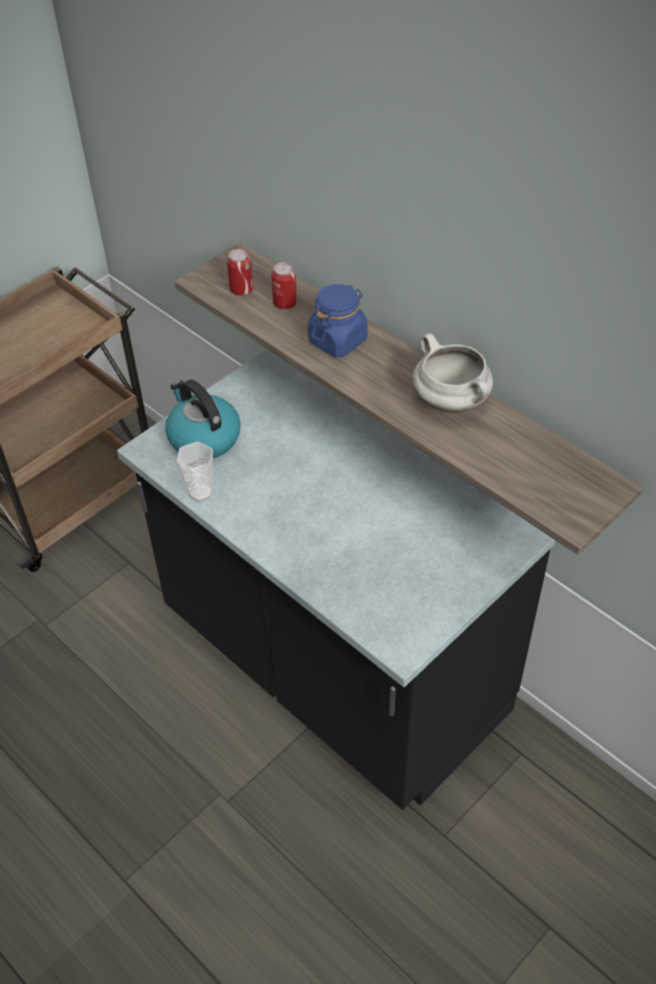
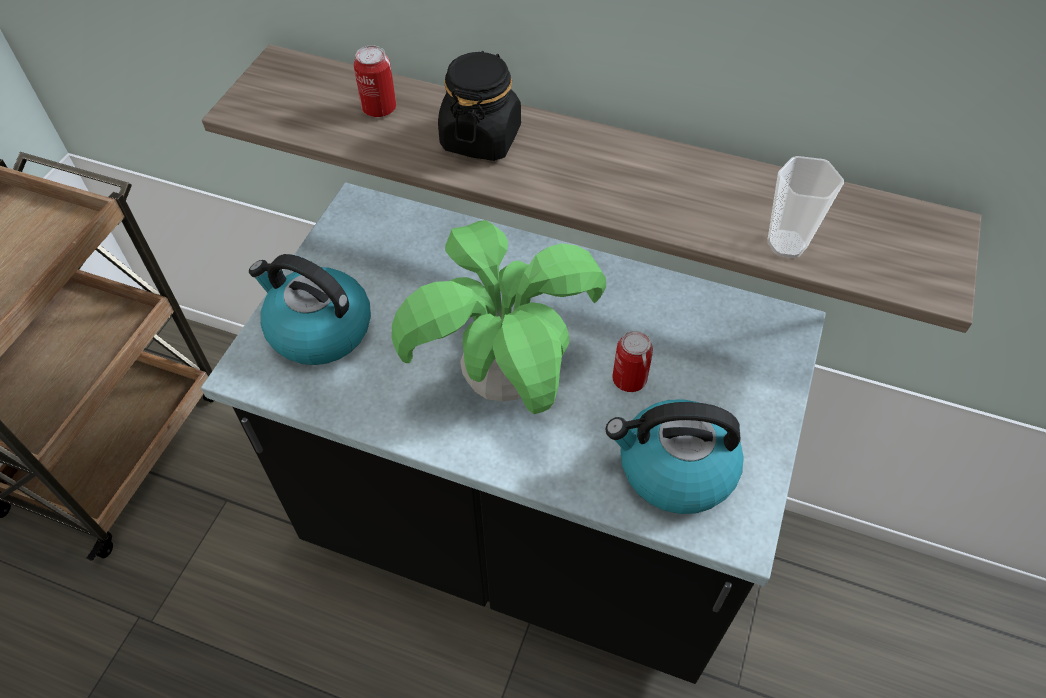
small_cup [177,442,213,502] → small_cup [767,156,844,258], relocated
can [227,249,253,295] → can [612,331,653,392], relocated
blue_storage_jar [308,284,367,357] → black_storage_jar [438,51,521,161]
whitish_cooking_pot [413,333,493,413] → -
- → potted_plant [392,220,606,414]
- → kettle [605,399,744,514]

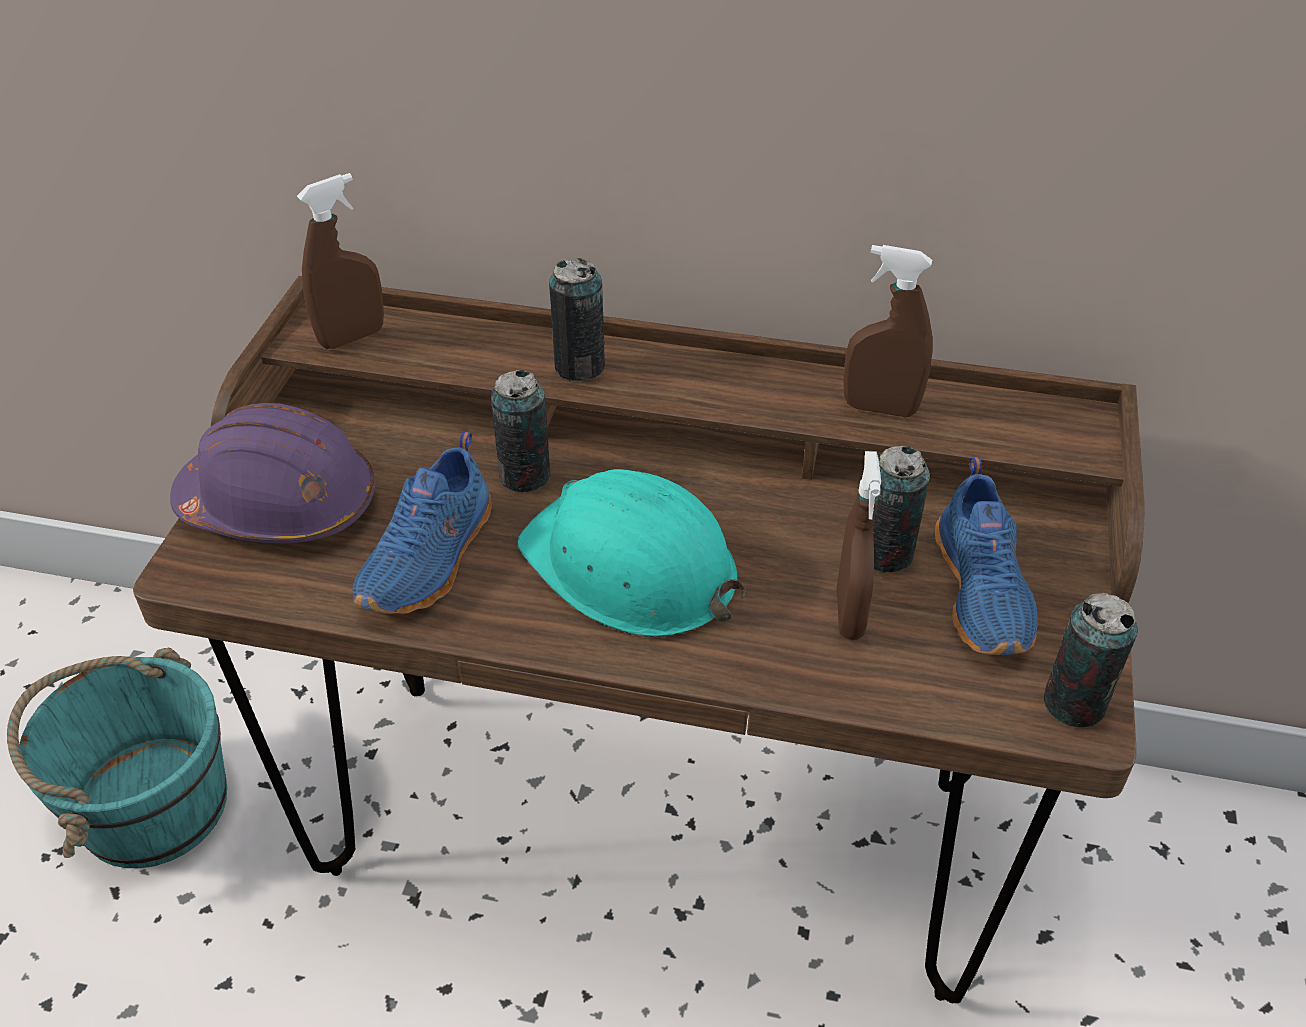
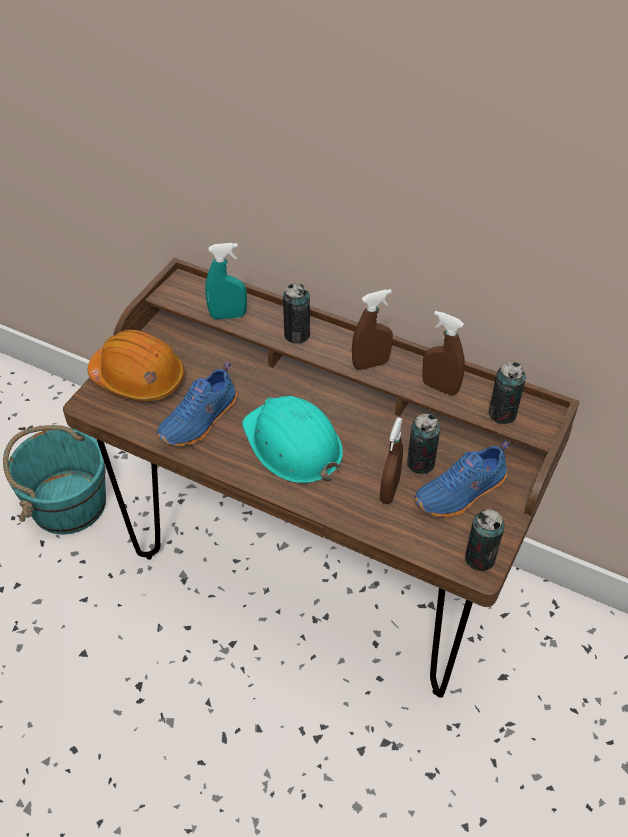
purple_safety_helmet [170,403,376,543] → orange-coloured_safety_helmet [88,330,185,401]
brown-coloured_hand_sprayer [297,173,384,349] → brown-coloured_hand_sprayer [352,289,393,370], relocated
can [491,370,550,492] → can [488,362,526,424], relocated
blue_low_shoe [935,457,1038,655] → blue_low_shoe [414,441,509,518], 45 degrees clockwise
- → turquoise-coloured_hand_sprayer [205,243,247,319]

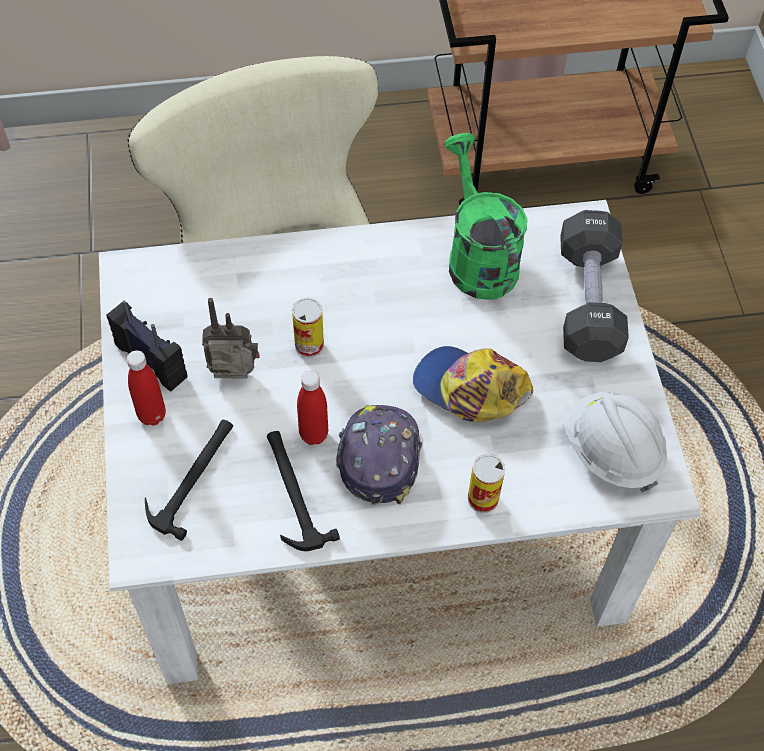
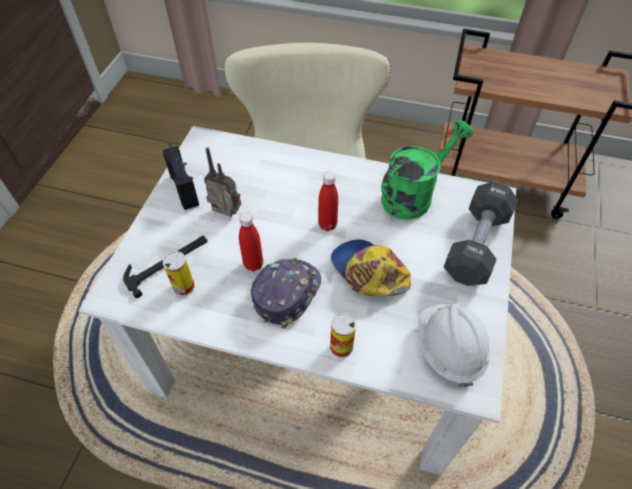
reddish_drink_bottle [127,350,166,426] → reddish_drink_bottle [318,172,338,231], relocated
tool_hammer [267,431,340,551] → -
can [292,297,324,358] → can [163,251,195,296], relocated
greenish_sprinkling_can [444,133,527,300] → greenish_sprinkling_can [381,120,473,220], 45 degrees clockwise

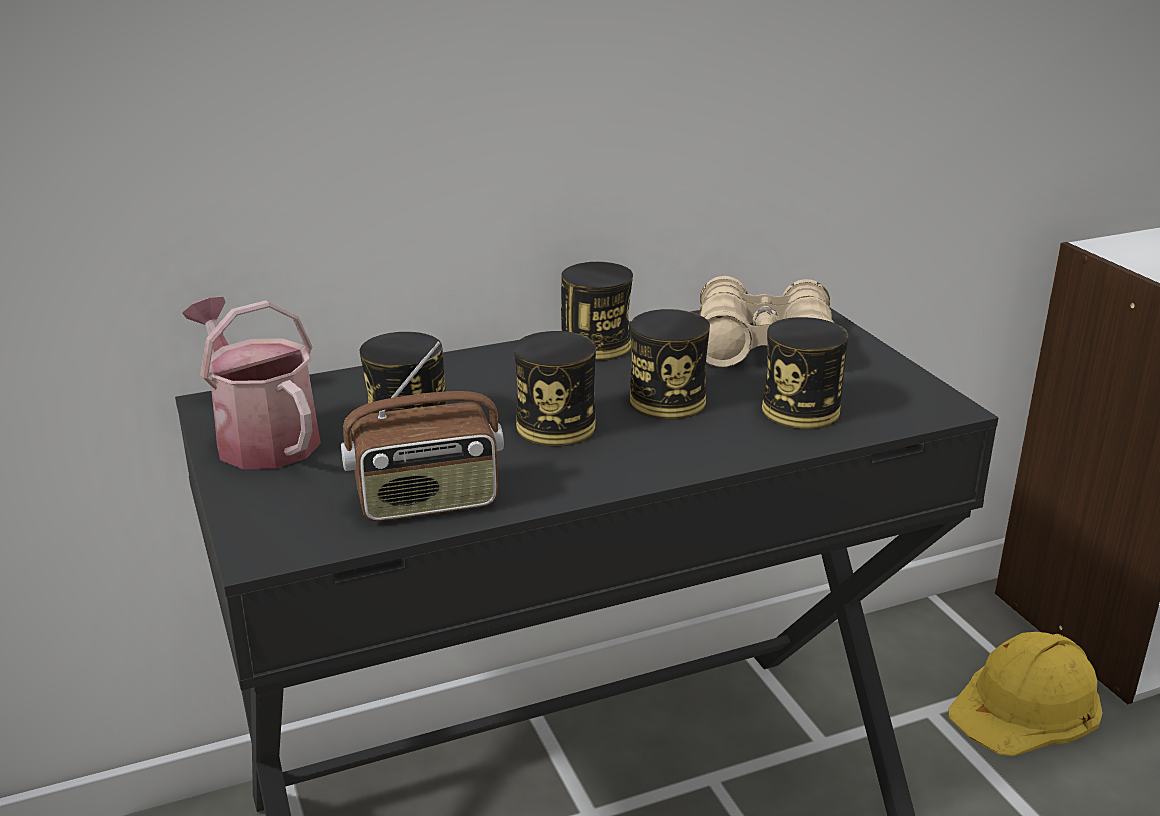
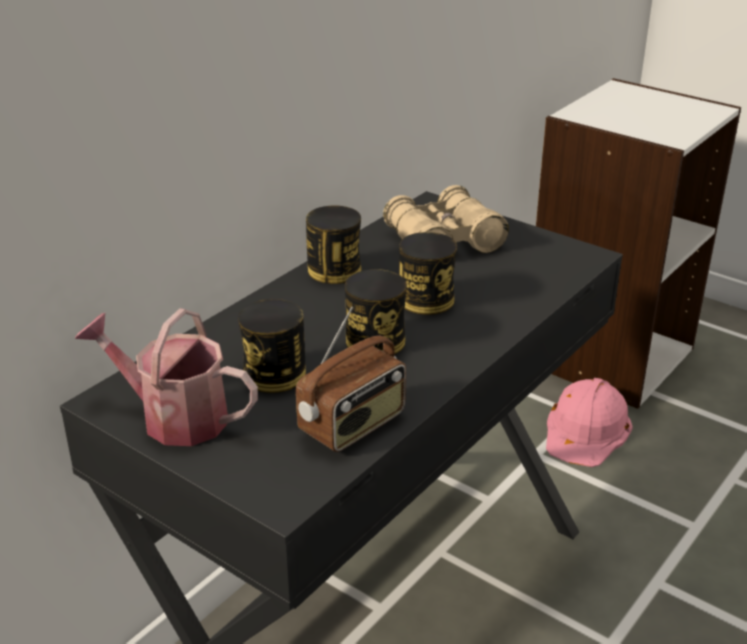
can [762,317,848,429] → -
yellow-coloured_safety_helmet [948,632,1102,756] → pinkish_safety_helmet [546,378,633,467]

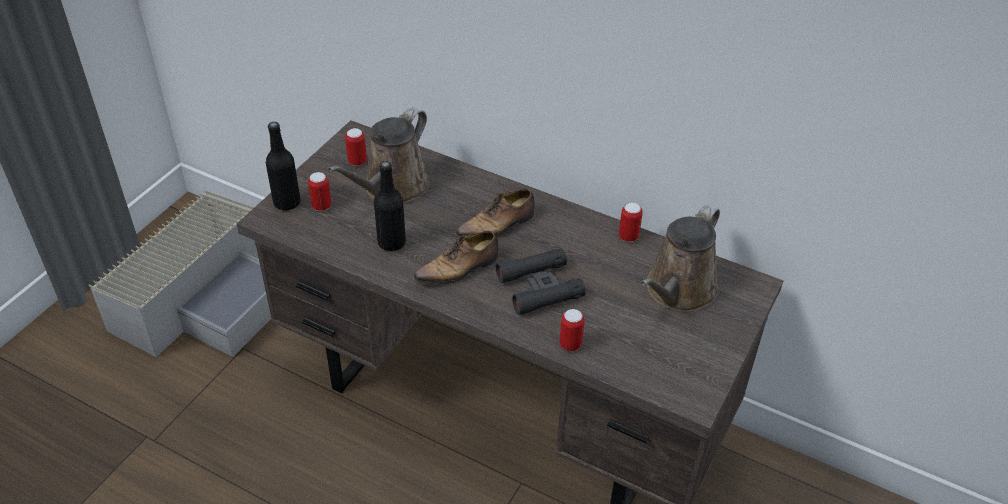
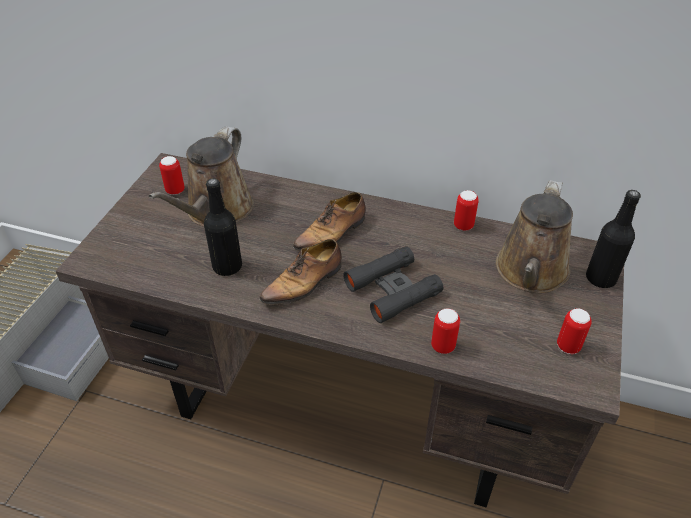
black_drink_bottle [266,122,301,211] → black_drink_bottle [586,190,641,288], relocated
can [308,172,331,211] → can [557,308,592,354], relocated

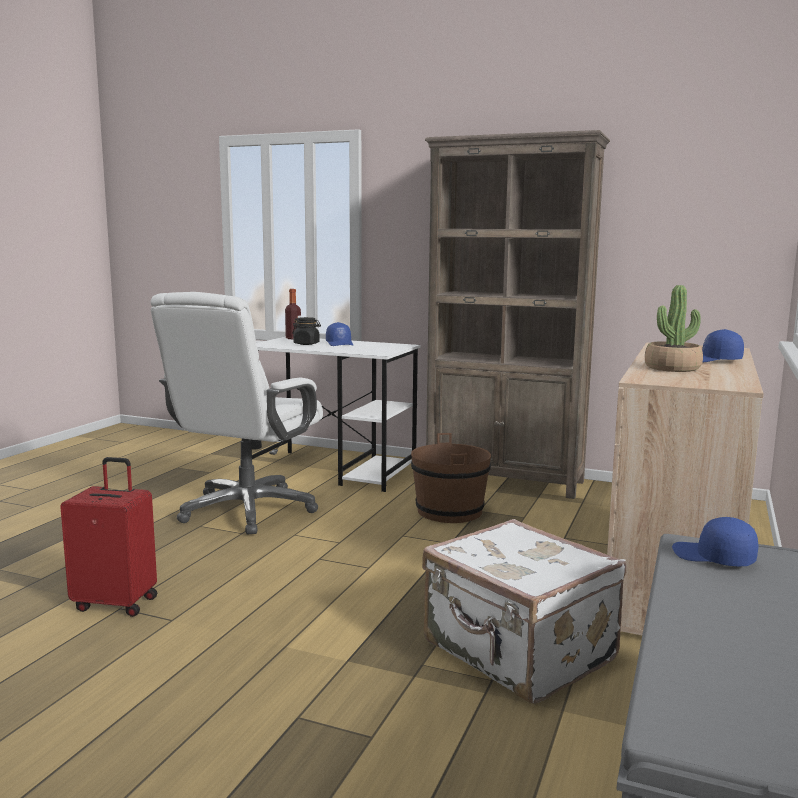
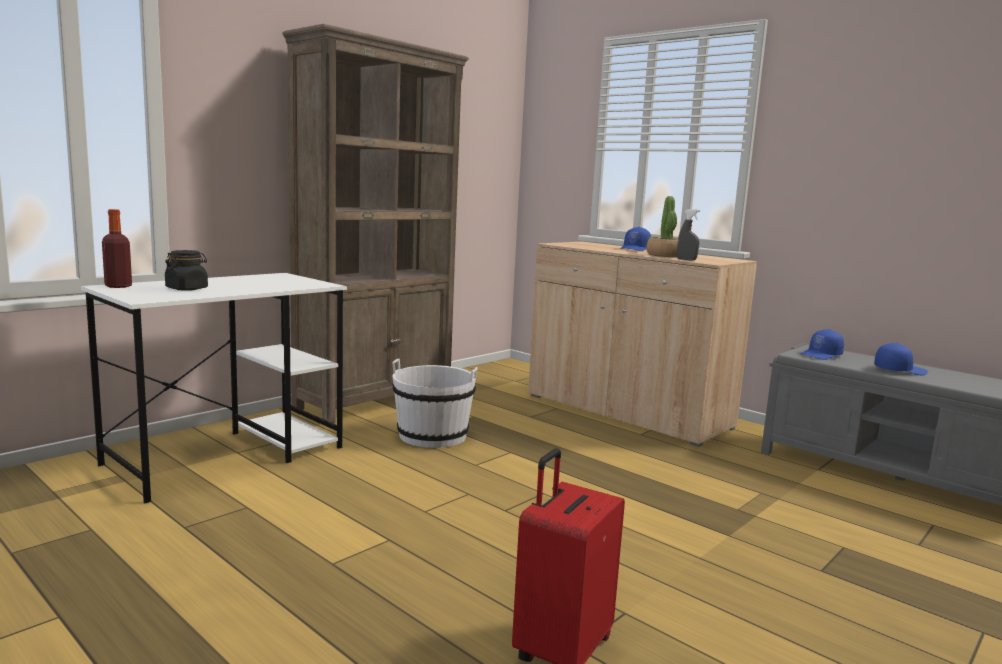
whitish_office_chair [150,292,323,535] → -
blue_cap [326,322,353,346] → blue_cap [874,343,928,376], relocated
brown-coloured_water_bucket [411,433,491,523] → whitish_water_bucket [392,359,478,448]
whitish_piece_of_luggage [422,519,626,704] → -
- → gray_hand_sprayer [677,209,700,260]

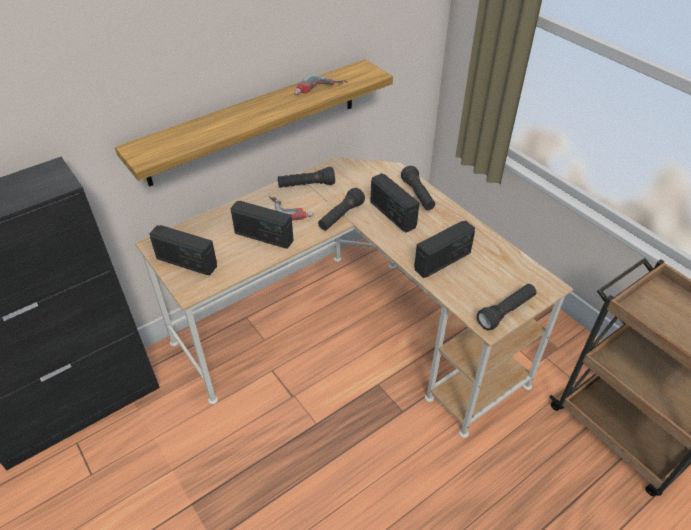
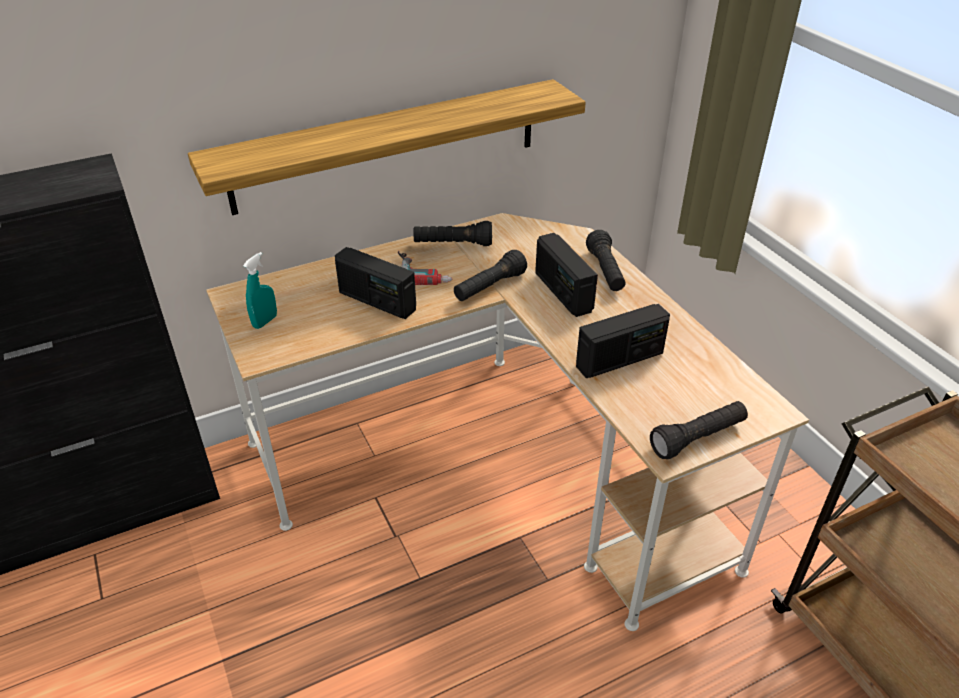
radio_receiver [149,225,217,275] → turquoise-coloured_hand_sprayer [243,252,277,329]
drill [294,75,348,95] → -

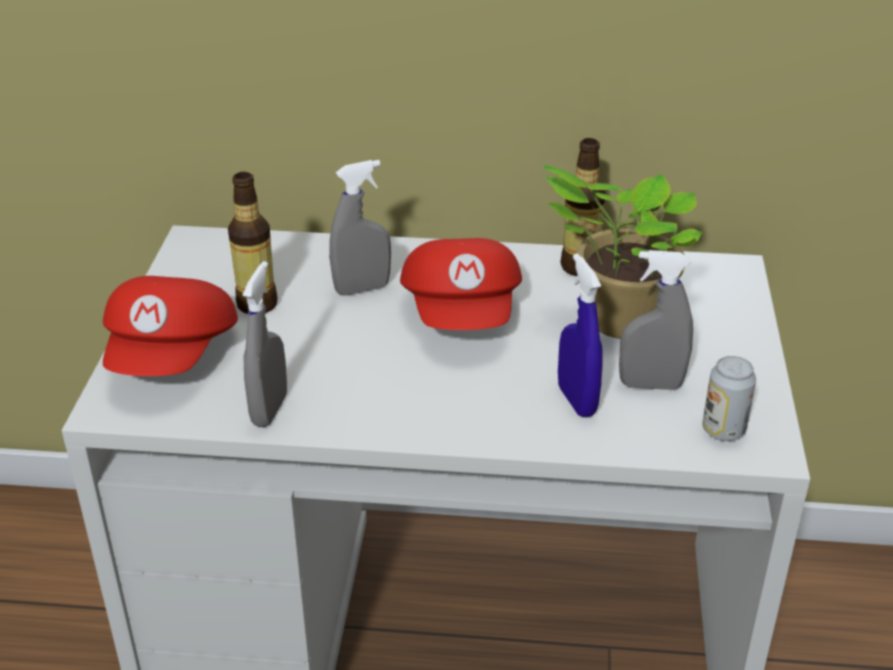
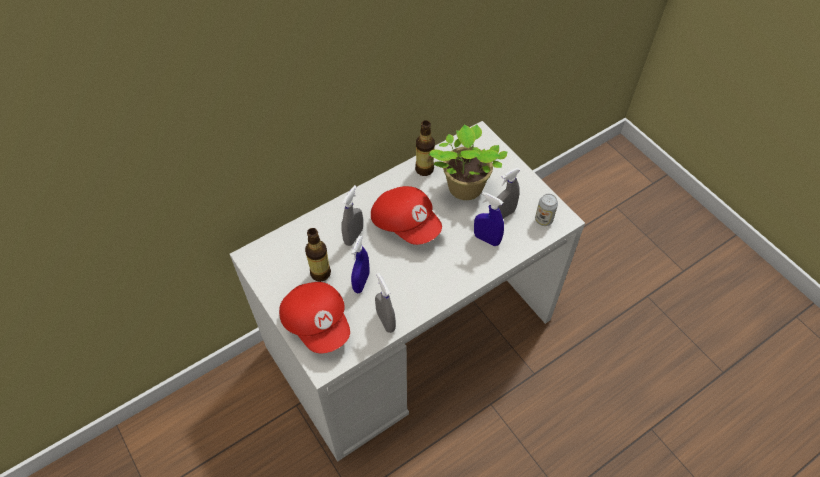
- → blue_hand_sprayer [351,236,370,293]

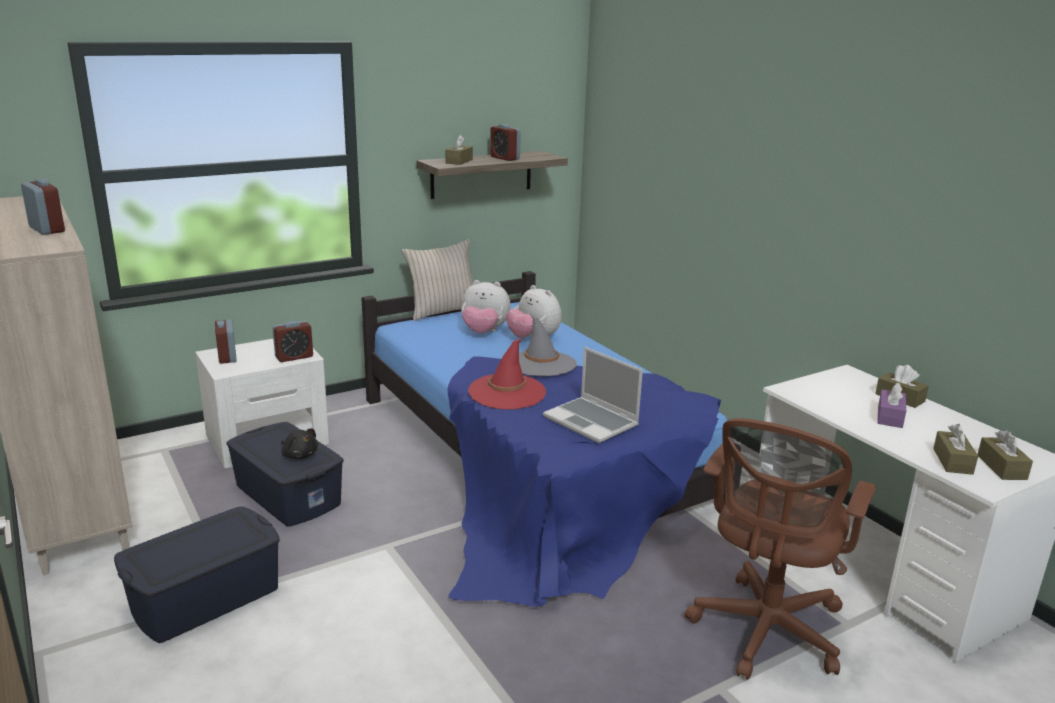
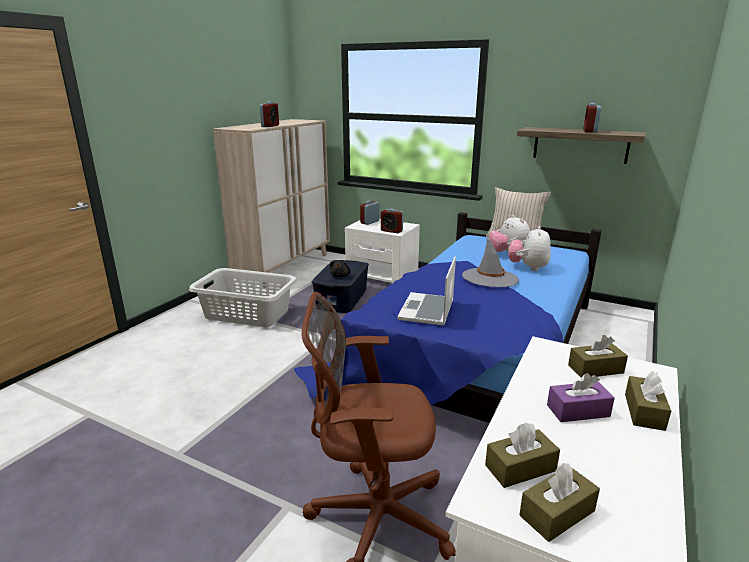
blue_storage_bin [114,507,280,643] → gray_hamper [189,268,297,327]
brown-coloured_tissue_box [445,135,473,165] → brown-coloured_tissue_box [568,335,628,378], relocated
reddish_clothing_hat [468,339,546,410] → -

